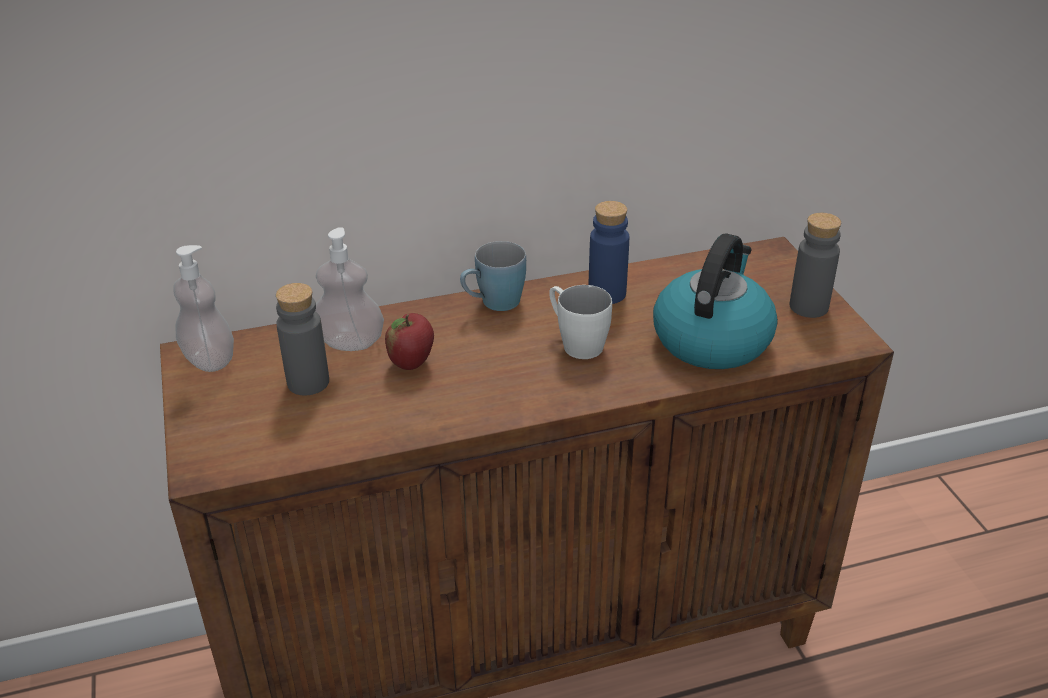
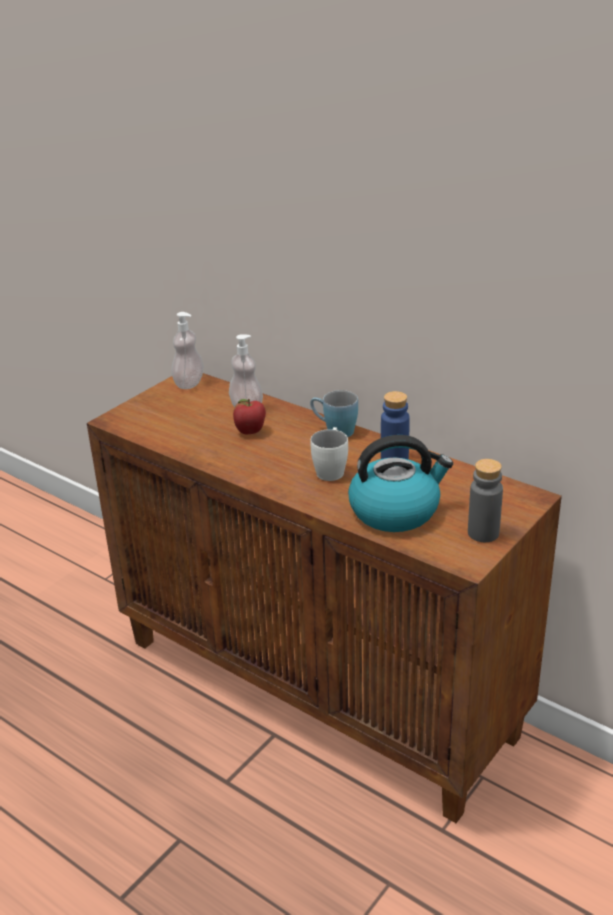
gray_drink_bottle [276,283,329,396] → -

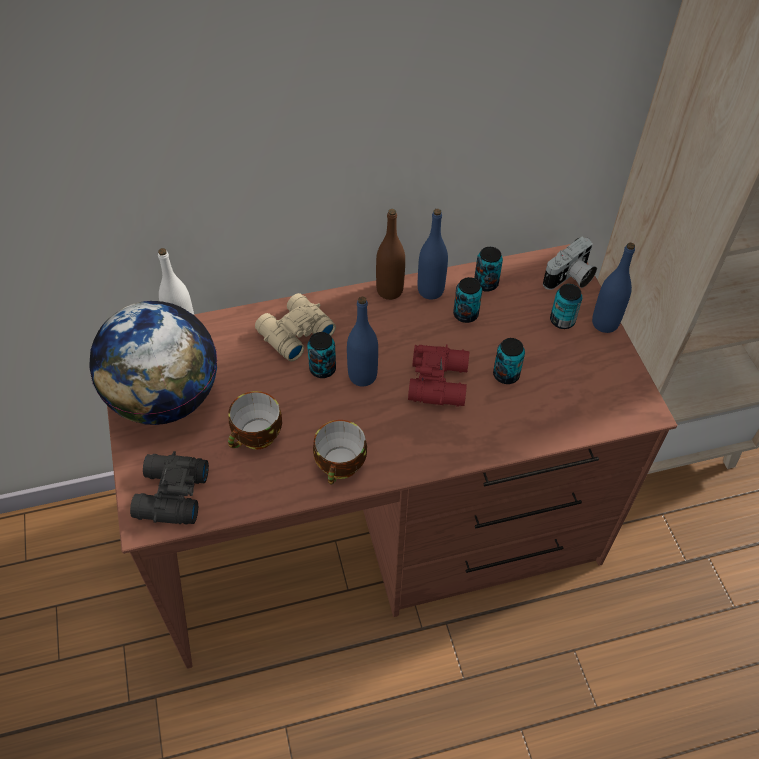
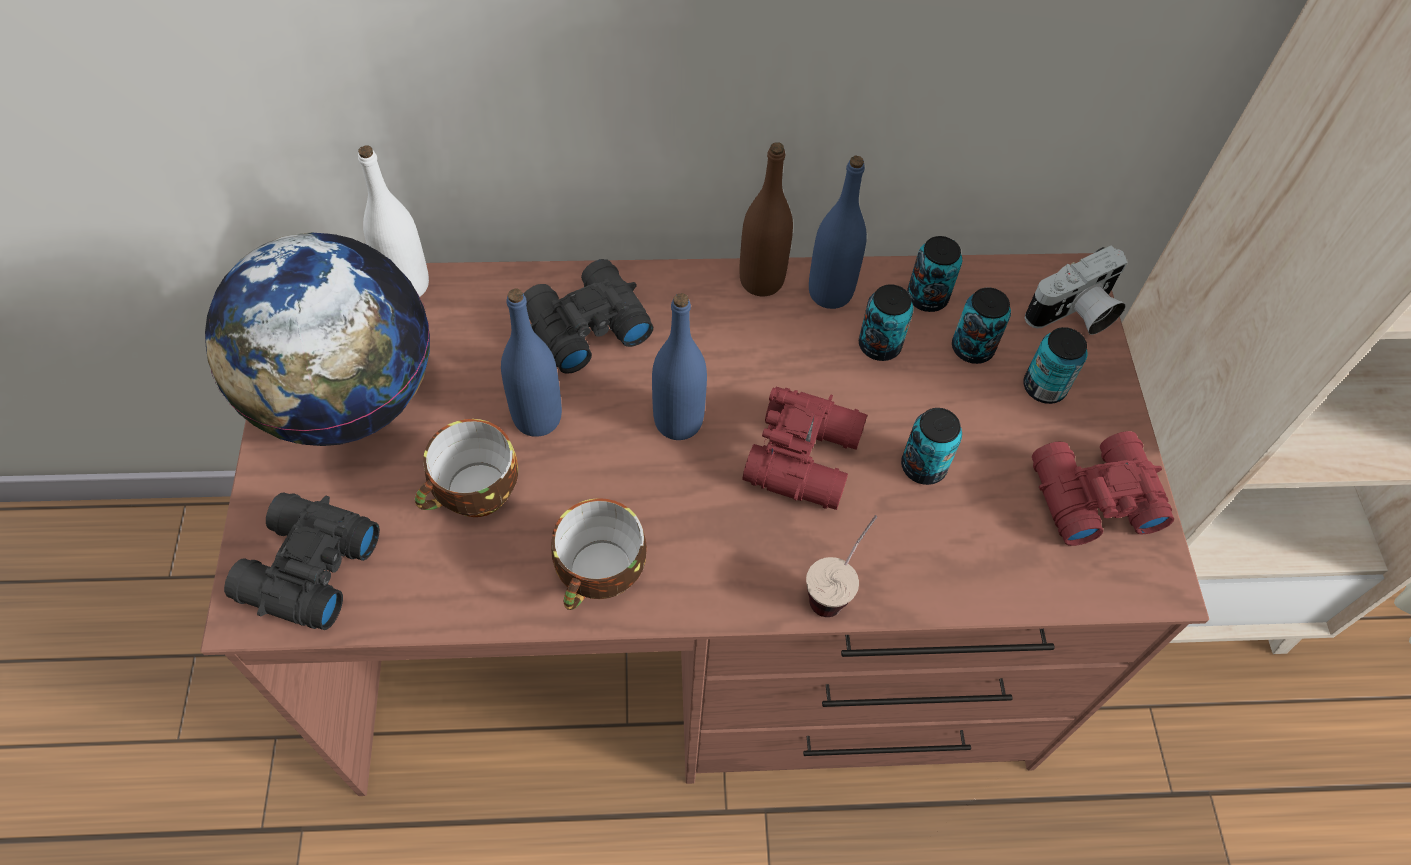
beige-coloured_pair_of_binoculars [255,293,336,361] → black_pair_of_binoculars [524,259,653,374]
can [307,332,336,378] → can [952,287,1011,364], relocated
blue_drink_bottle [592,243,635,333] → blue_drink_bottle [501,288,562,437], relocated
- → small_cup [806,515,877,617]
- → reddish_pair_of_binoculars [1032,431,1174,546]

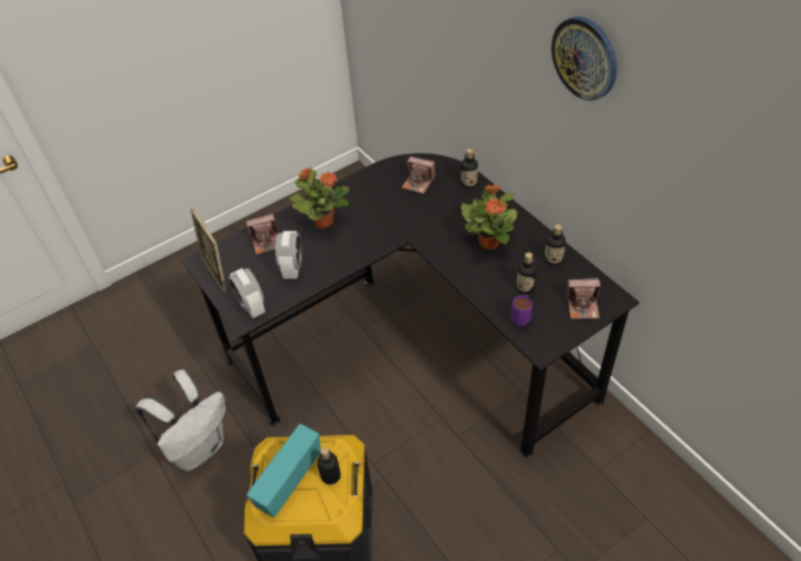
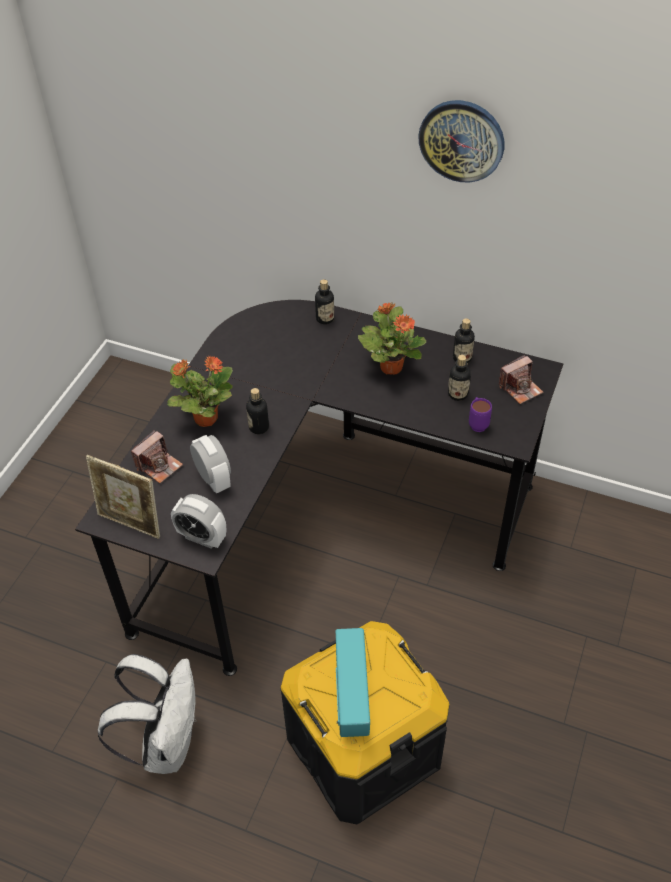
drink_bottle [317,448,341,485] → drink_bottle [246,388,269,434], relocated
still_camera [401,156,436,194] → -

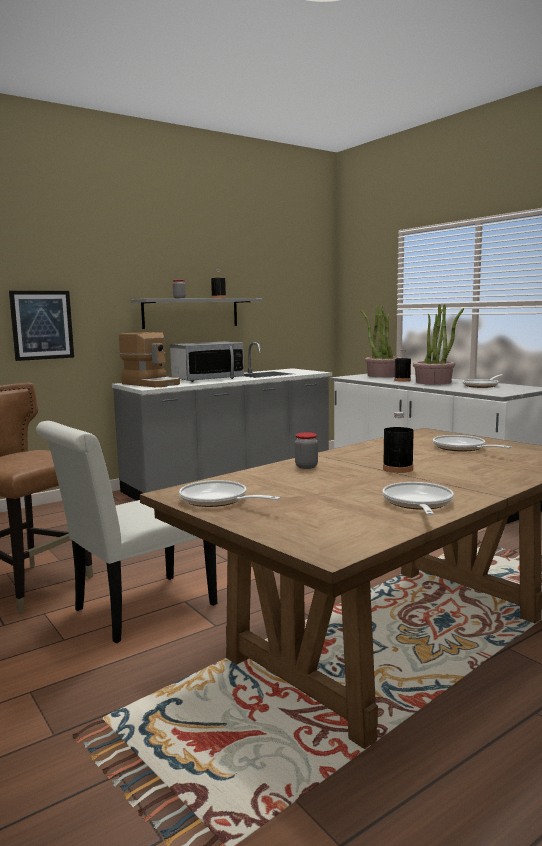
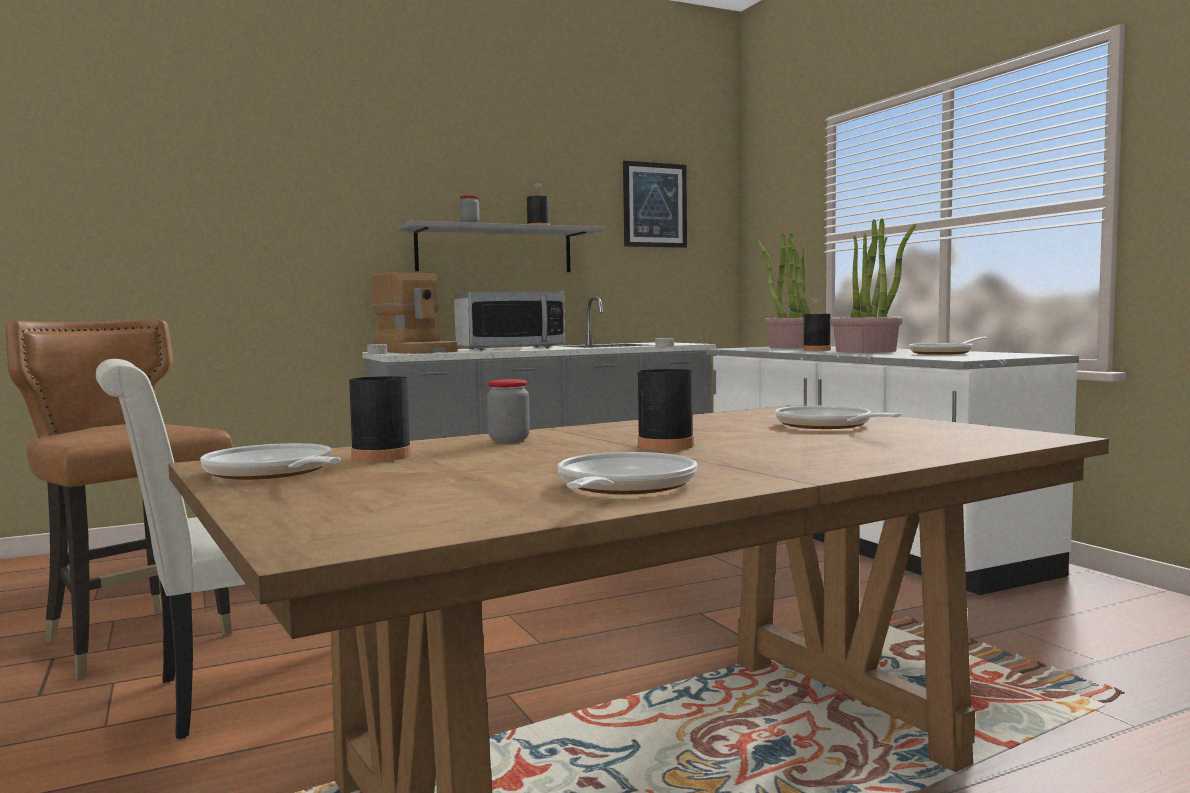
wall_picture [9,291,74,361] → wall_picture [623,161,687,248], relocated
- → black_drink_bottle [349,344,411,462]

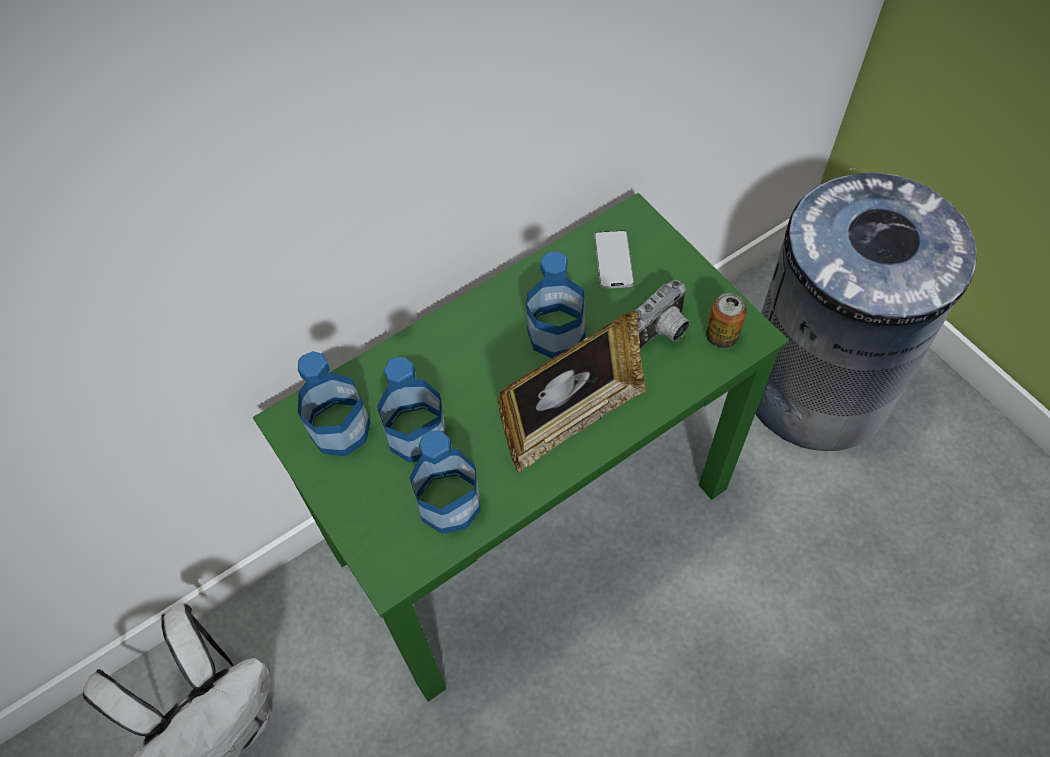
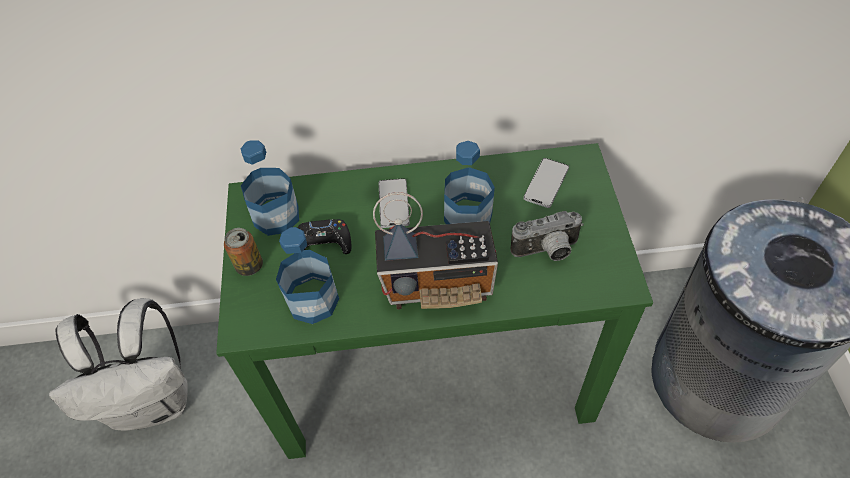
drink_bottle [377,357,446,463] → black_gamepad [298,219,352,254]
photo_frame [497,311,646,472] → radio_receiver [373,192,498,309]
can [706,293,747,348] → can [224,228,263,276], relocated
- → handset [379,178,410,228]

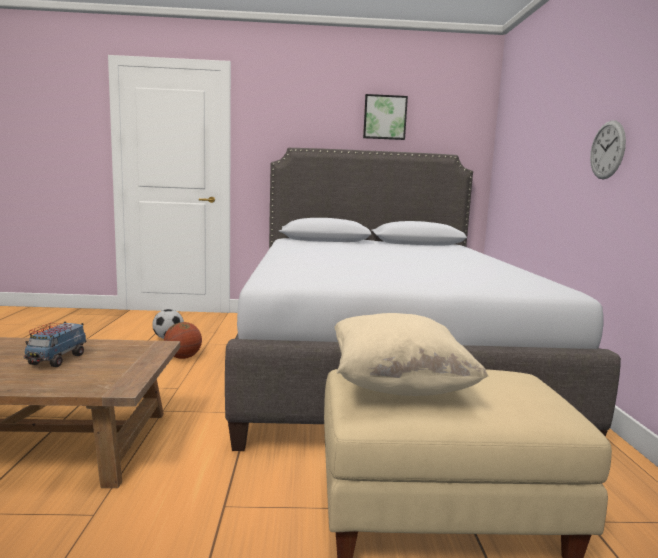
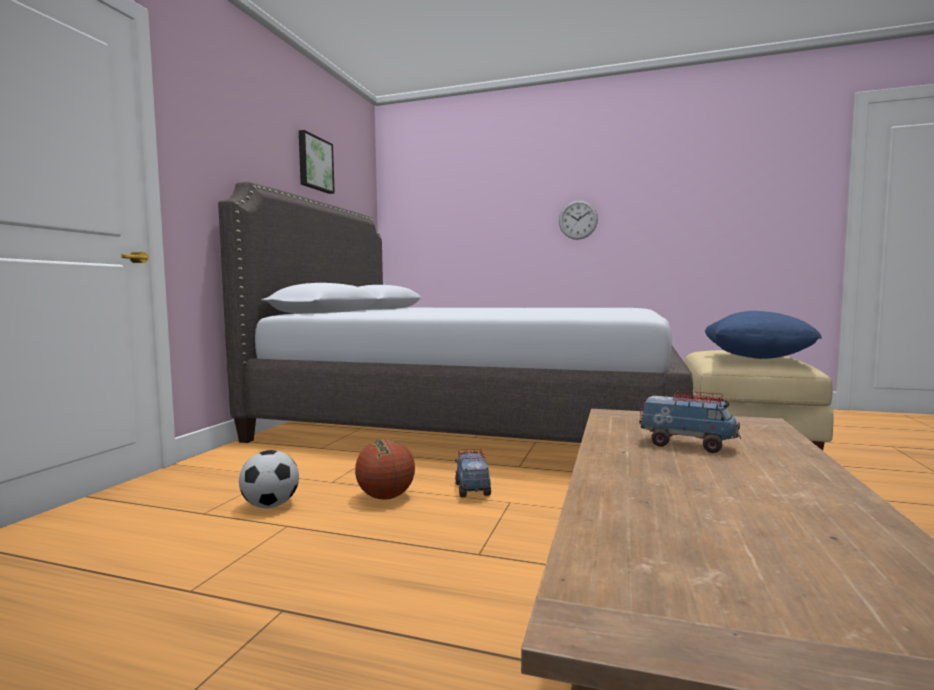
beige-coloured_throw_pillow [334,313,488,396] → blue_throw_pillow [705,311,822,359]
- → toy_truck [455,449,491,497]

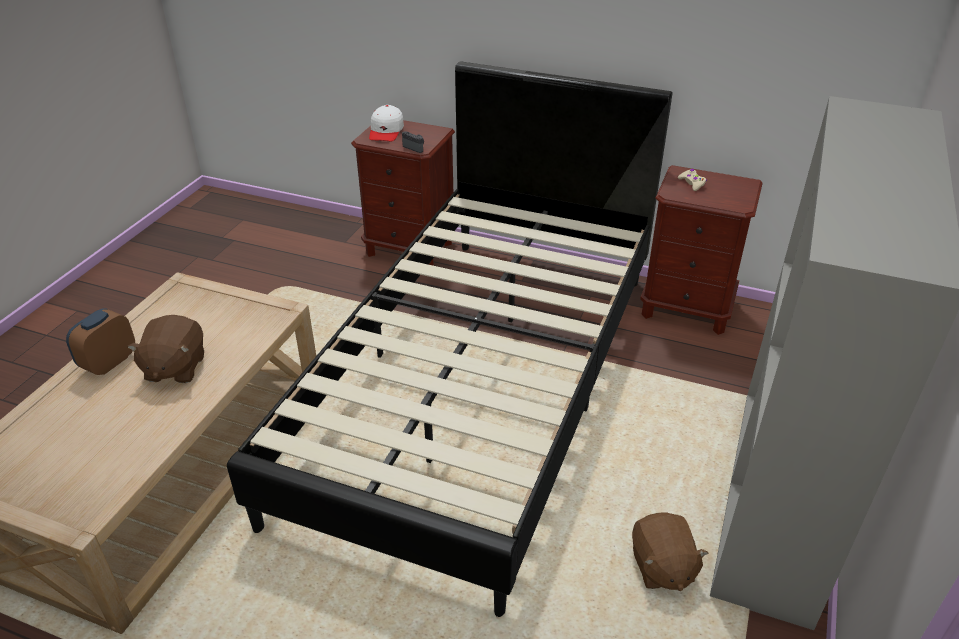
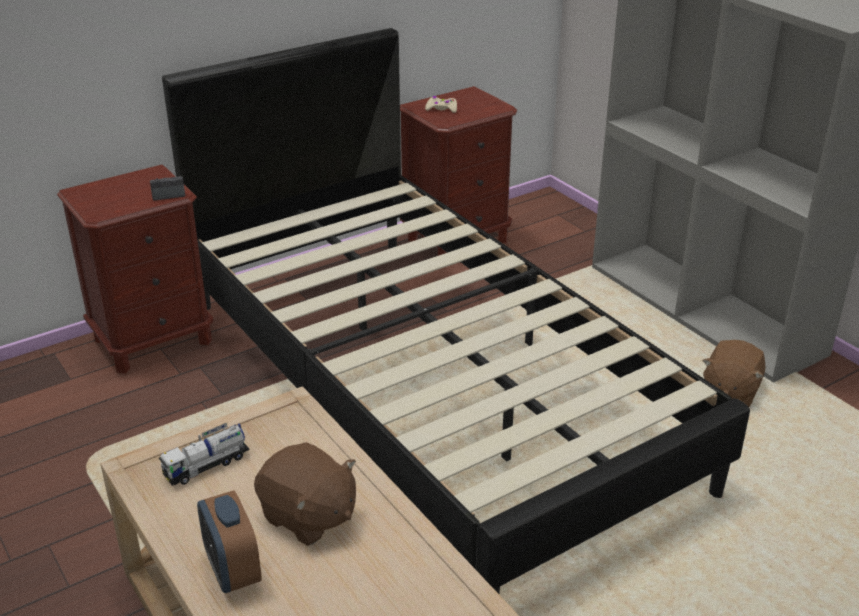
whitish_cap [369,105,404,141] → -
brown-coloured_soft_toy [632,512,708,591] → brown-coloured_soft_toy [703,340,765,407], 90 degrees clockwise
- → toy_truck [158,423,249,486]

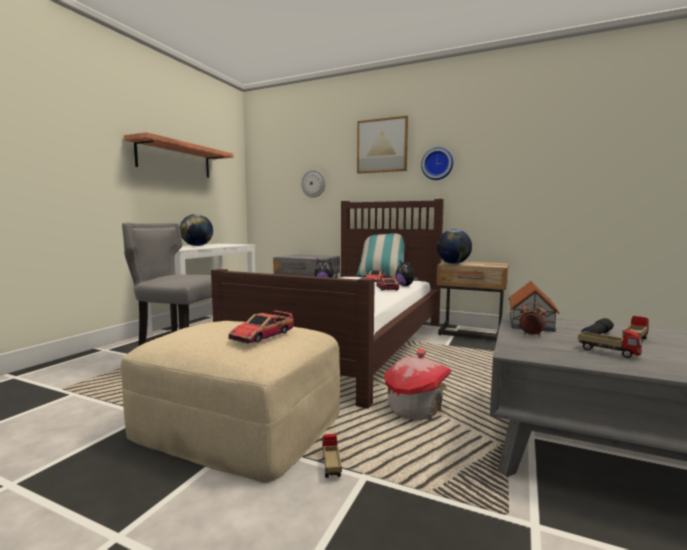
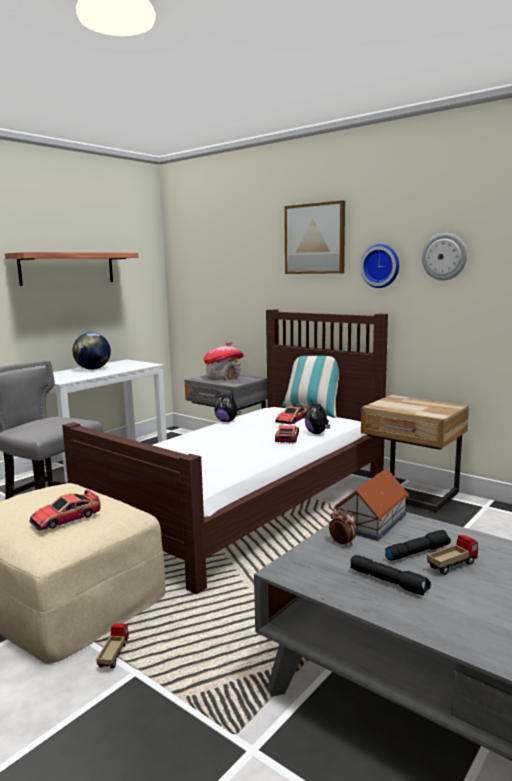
hanging_clock [301,169,326,198] → hanging_clock [422,233,467,281], relocated
miniature_house [384,349,452,420] → miniature_house [203,341,244,380], relocated
globe [436,229,472,264] → -
toy_truck [578,329,643,358] → black_hand_torch [350,555,431,595]

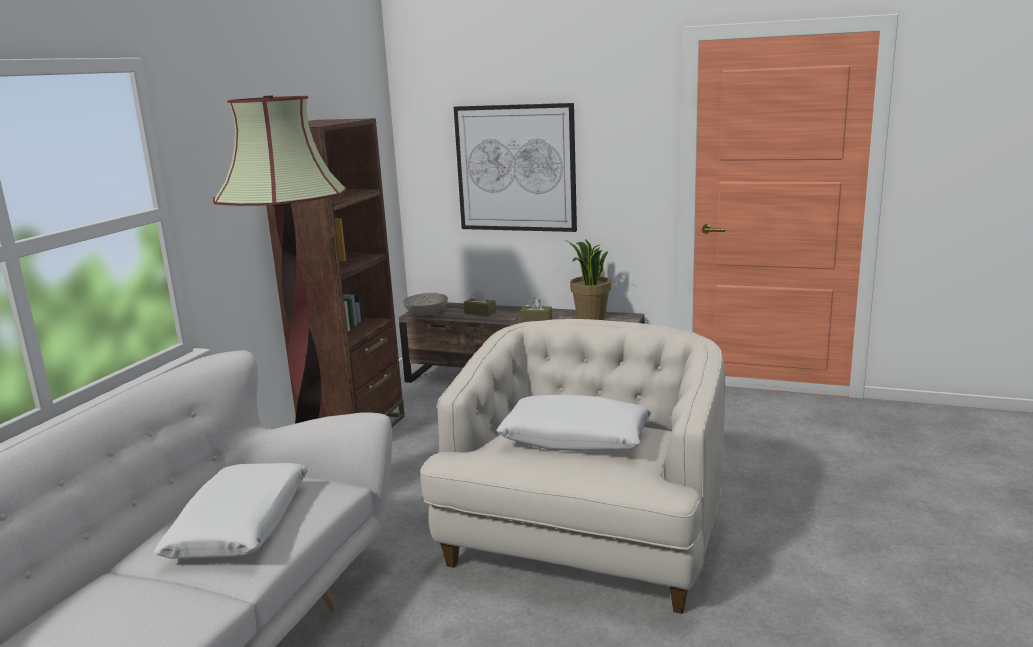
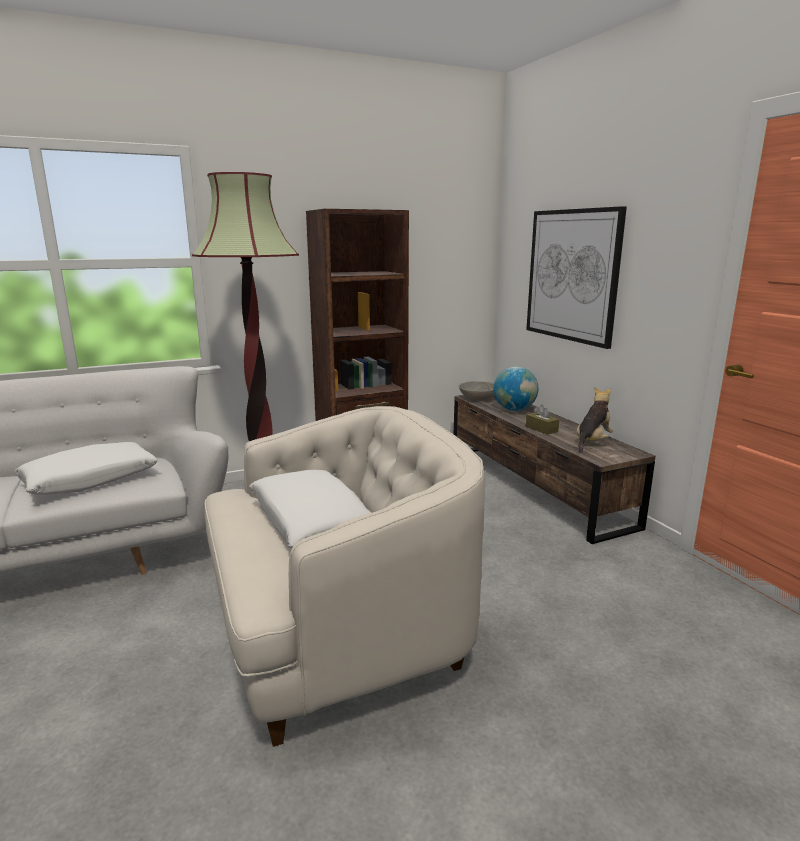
brown-coloured_tissue_box [464,290,496,317] → globe [494,366,539,411]
potted_plant [566,239,611,320] → soft_toy [576,387,613,453]

